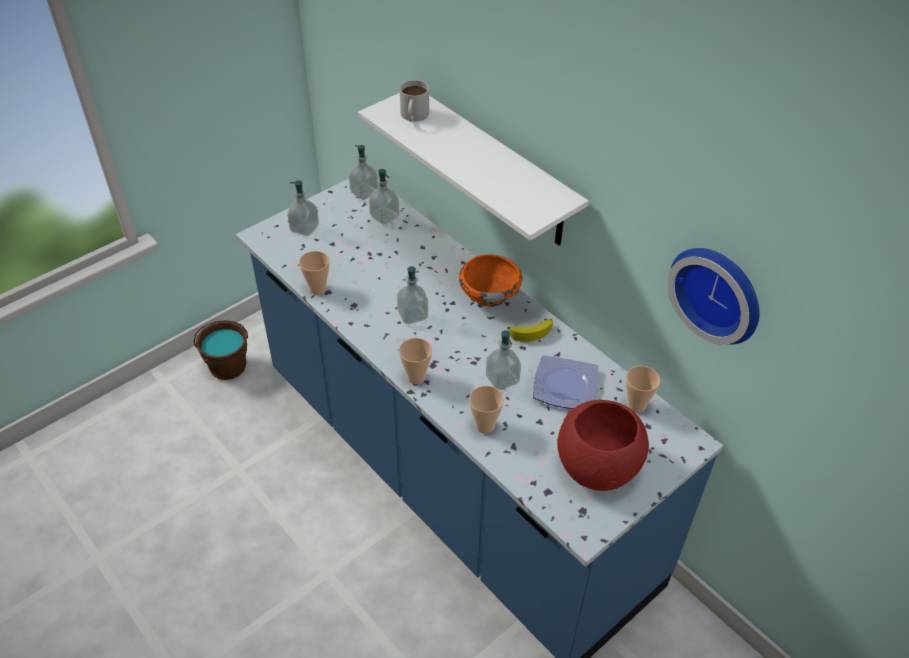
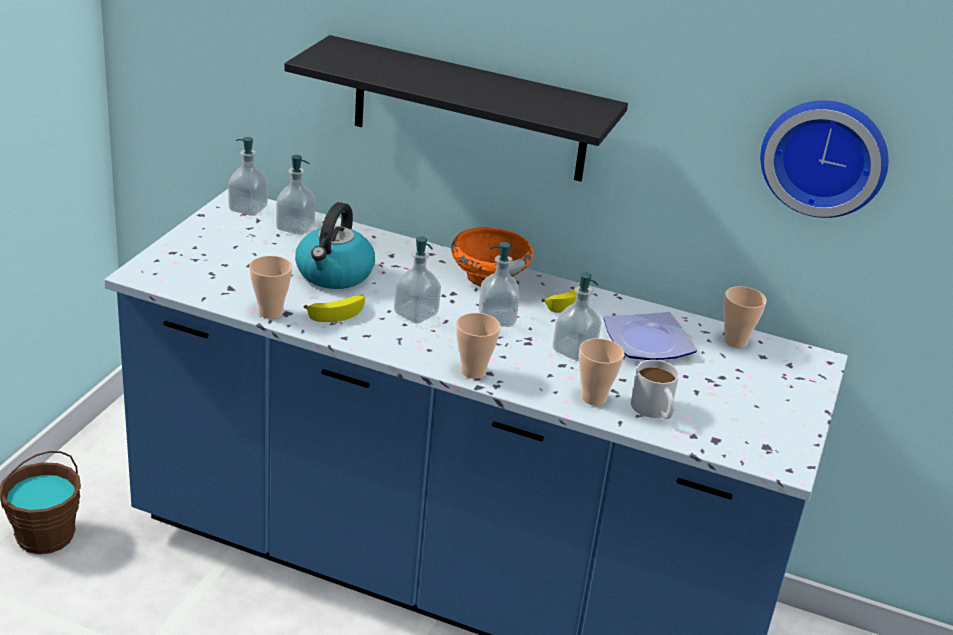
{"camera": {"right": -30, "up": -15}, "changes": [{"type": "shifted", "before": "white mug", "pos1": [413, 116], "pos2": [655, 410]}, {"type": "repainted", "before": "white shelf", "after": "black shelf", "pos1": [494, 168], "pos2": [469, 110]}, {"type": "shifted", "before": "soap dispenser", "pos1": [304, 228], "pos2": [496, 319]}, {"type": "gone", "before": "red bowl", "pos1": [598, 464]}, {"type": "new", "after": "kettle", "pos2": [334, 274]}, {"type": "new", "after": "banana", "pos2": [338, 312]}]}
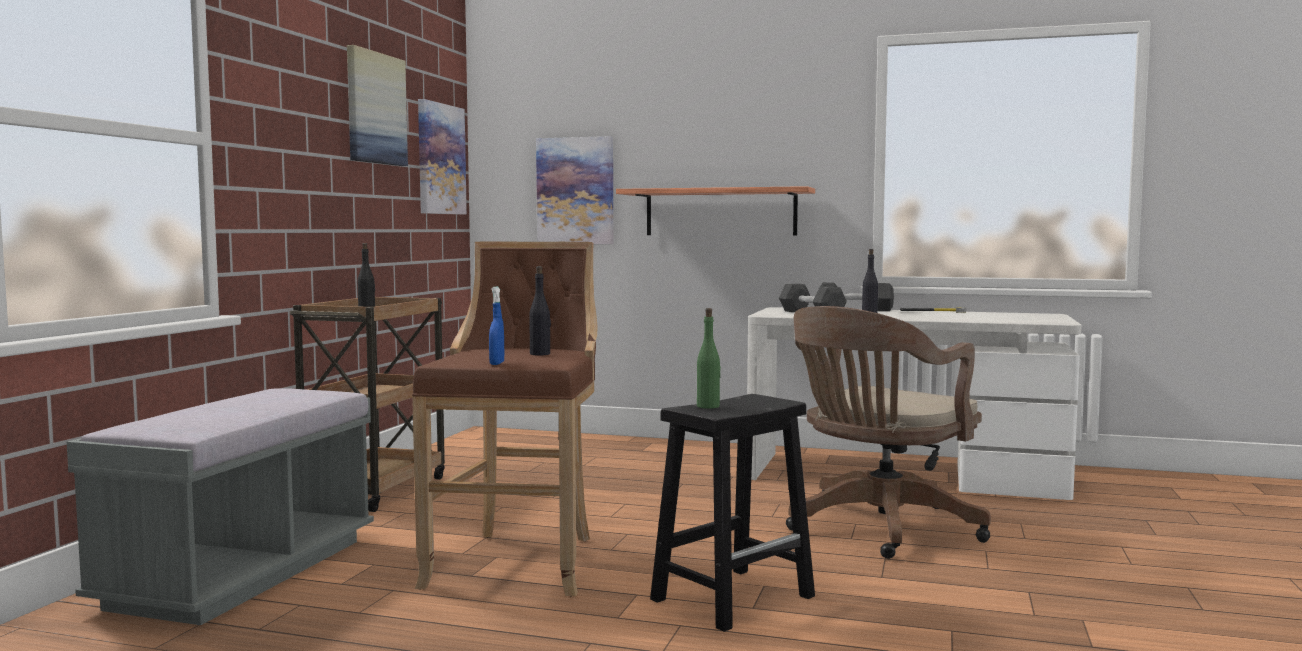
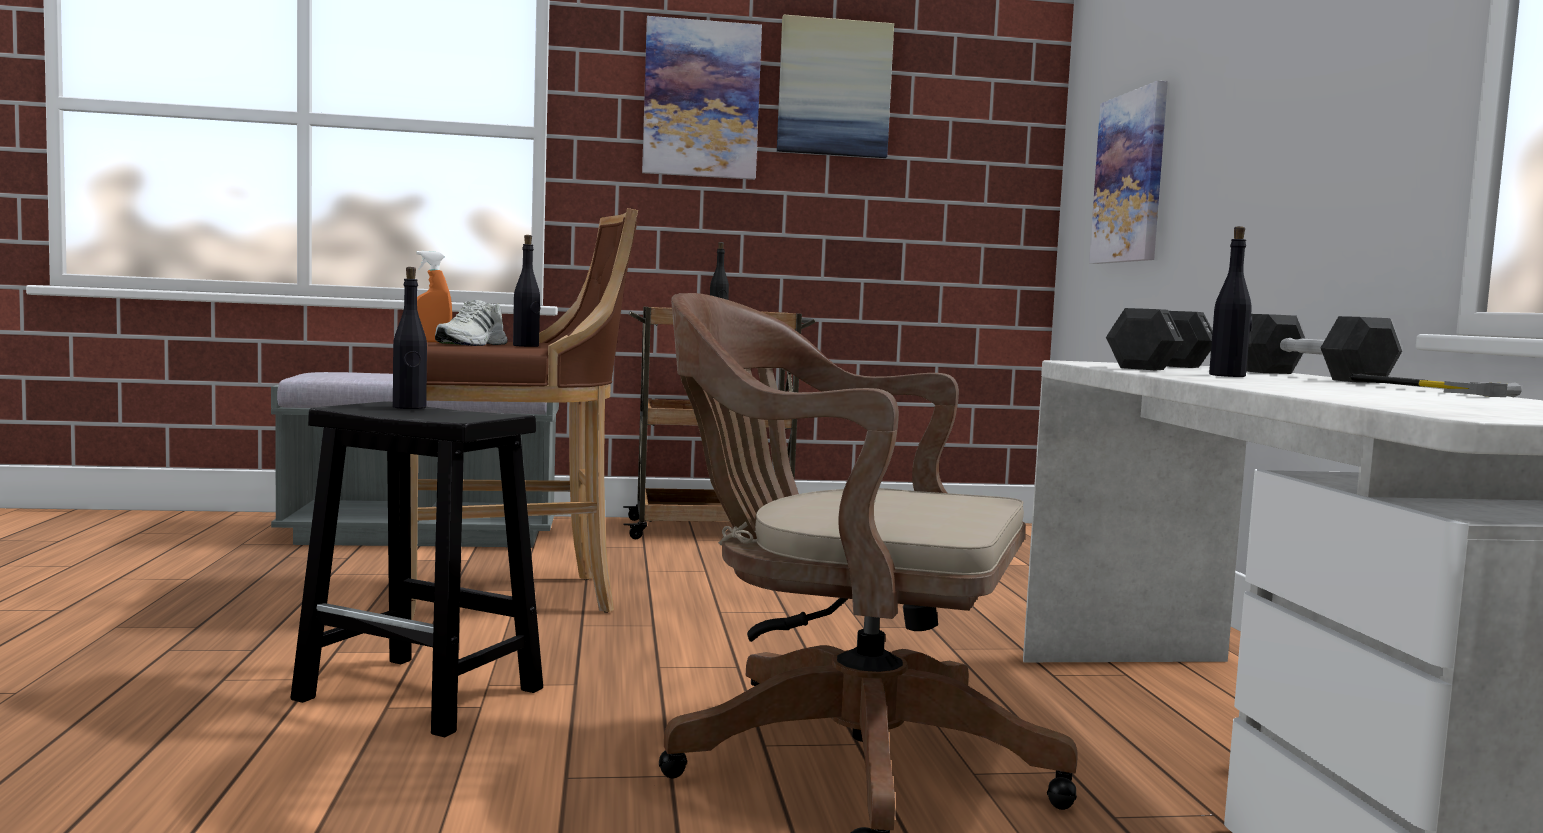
{"camera": {"right": 65, "up": 0}, "changes": [{"type": "shifted", "before": "picture", "pos1": [440, 159], "pos2": [701, 99]}, {"type": "gone", "before": "shelf", "pos1": [720, 212]}, {"type": "repainted", "before": "blue spray bottle", "after": "orange spray bottle", "pos1": [497, 363], "pos2": [431, 342]}, {"type": "repainted", "before": "green bottle", "after": "black bottle", "pos1": [708, 406], "pos2": [409, 407]}, {"type": "new", "after": "white shoe", "pos2": [473, 344]}]}
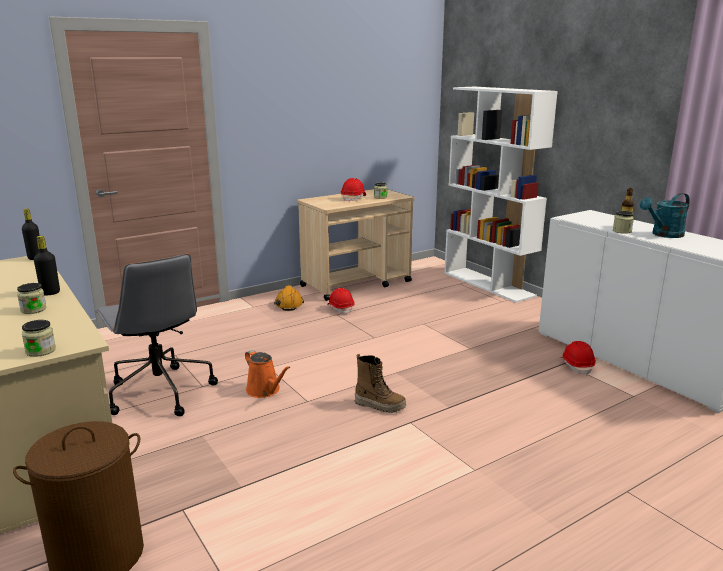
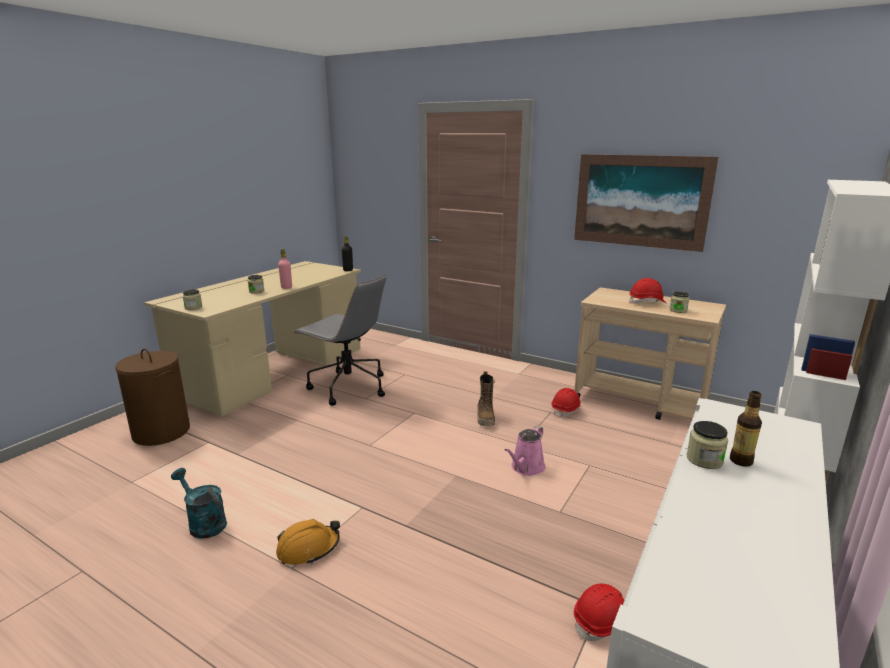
{"camera": {"right": 65, "up": 0}, "changes": [{"type": "shifted", "before": "turquoise watering can", "pos1": [663, 235], "pos2": [203, 523]}, {"type": "repainted", "before": "black bottle", "after": "pink bottle", "pos1": [50, 293], "pos2": [286, 287]}, {"type": "rotated", "before": "grey office chair", "pos1": [159, 392], "pos2": [347, 387], "turn": -90}, {"type": "shifted", "before": "orange hard hat", "pos1": [289, 304], "pos2": [308, 548]}, {"type": "gone", "before": "orange watering can", "pos1": [265, 390]}, {"type": "shifted", "before": "boot", "pos1": [380, 405], "pos2": [485, 418]}, {"type": "new", "after": "picture", "pos2": [640, 201]}, {"type": "new", "after": "pink watering can", "pos2": [526, 468]}]}
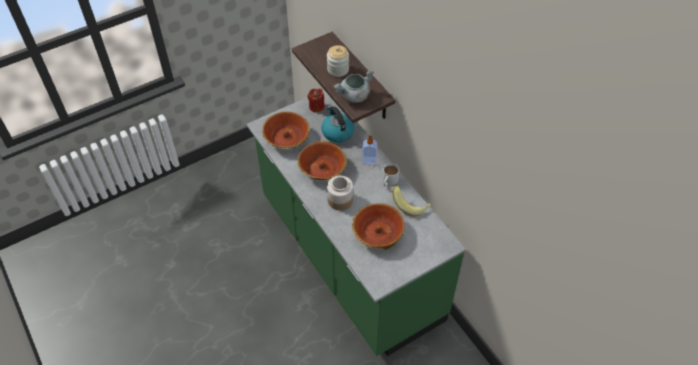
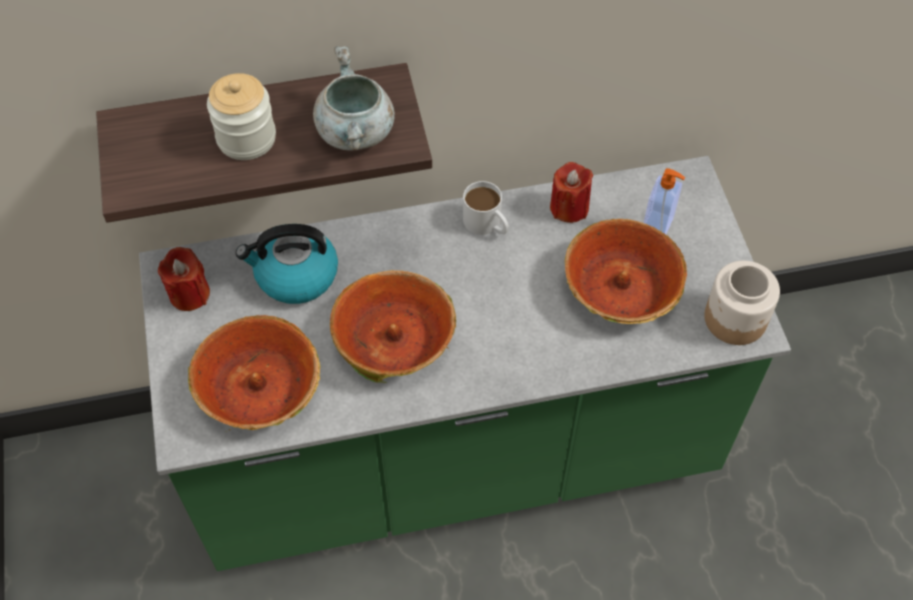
{"camera": {"right": -70, "up": 5}, "changes": [{"type": "shifted", "before": "soap dispenser", "pos1": [369, 160], "pos2": [658, 226]}, {"type": "shifted", "before": "jar", "pos1": [340, 200], "pos2": [736, 319]}, {"type": "swapped", "before": "banana", "after": "red candle", "pos1": [410, 206], "pos2": [569, 207]}]}
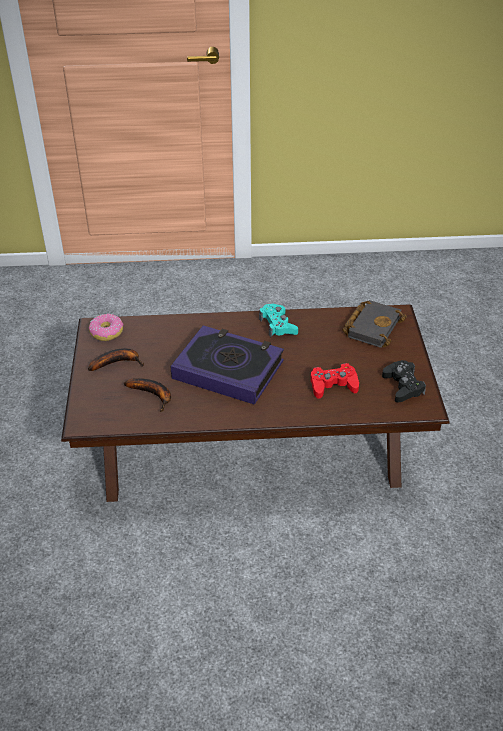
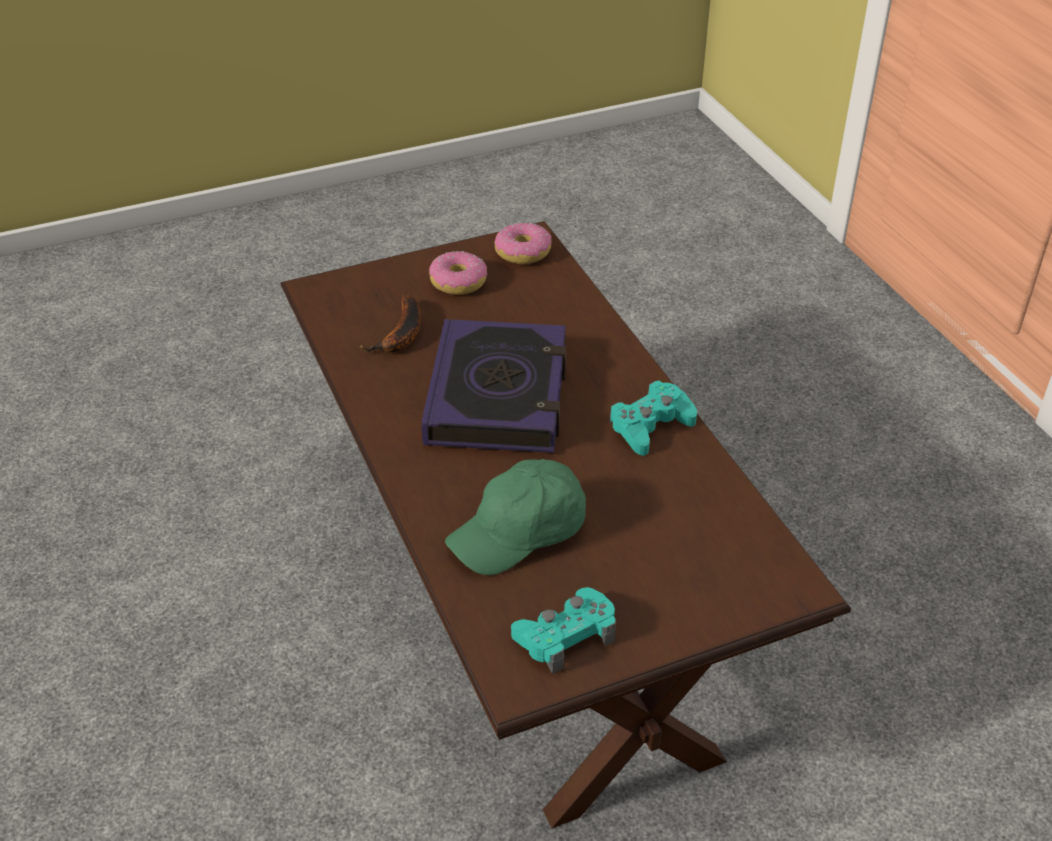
{"camera": {"right": 70, "up": 0}, "changes": [{"type": "gone", "before": "black book", "pos1": [372, 326]}, {"type": "swapped", "before": "banana", "after": "donut", "pos1": [118, 362], "pos2": [459, 282]}, {"type": "repainted", "before": "black game controller", "after": "turquoise game controller", "pos1": [403, 386], "pos2": [565, 636]}, {"type": "swapped", "before": "red game controller", "after": "green cap", "pos1": [333, 385], "pos2": [520, 533]}]}
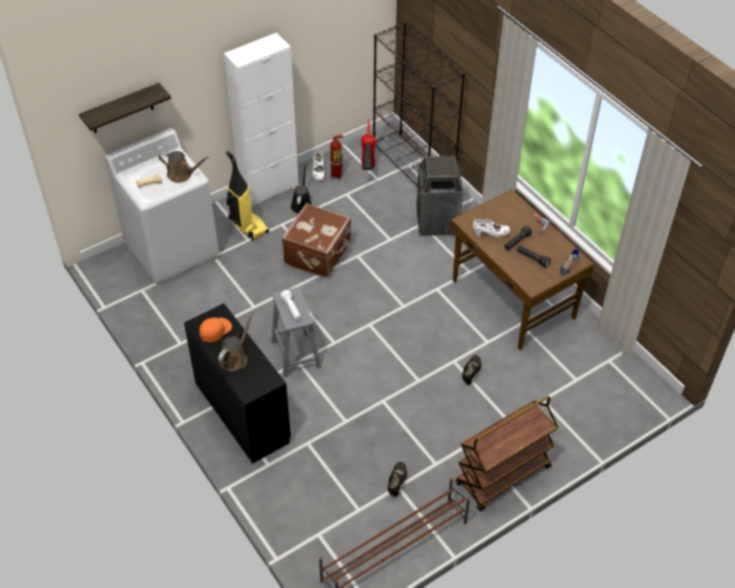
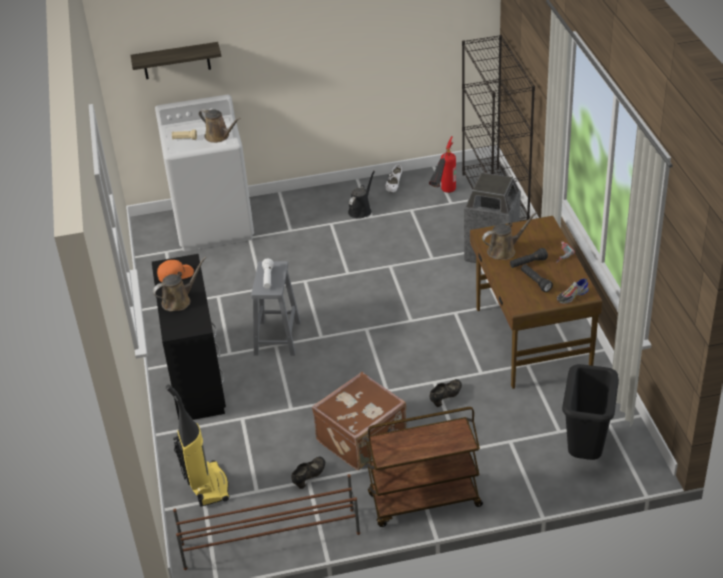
{"camera": {"right": 25, "up": -10}, "changes": [{"type": "gone", "before": "white cabinet", "pos1": [269, 188]}, {"type": "gone", "before": "fire extinguisher", "pos1": [336, 175]}, {"type": "shifted", "before": "vacuum cleaner", "pos1": [247, 226], "pos2": [207, 485]}, {"type": "shifted", "before": "brown suitcase", "pos1": [319, 254], "pos2": [363, 439]}, {"type": "swapped", "before": "white shoe", "after": "brown watering can", "pos1": [490, 234], "pos2": [504, 250]}, {"type": "new", "after": "black trash can", "pos2": [585, 452]}]}
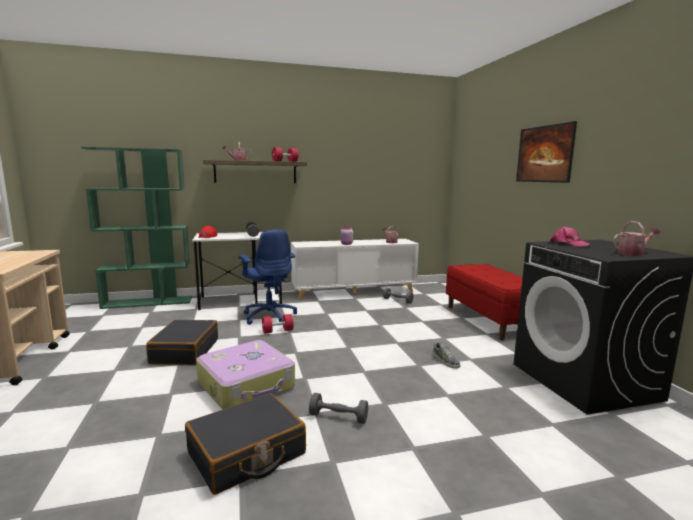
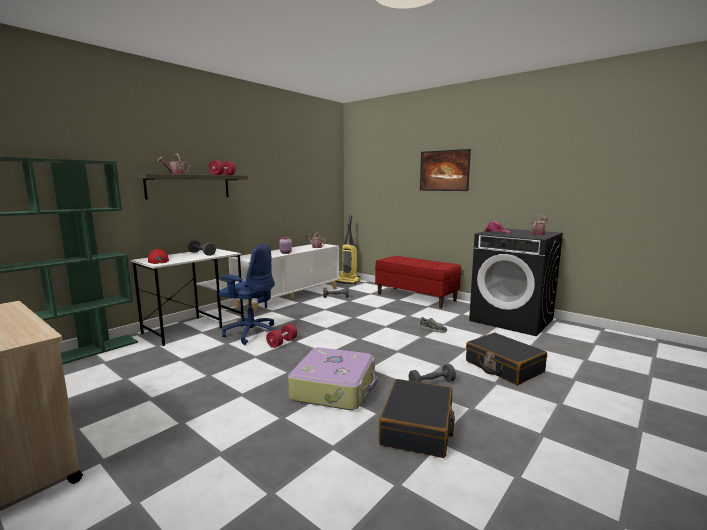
{"camera": {"right": -35, "up": 0}, "changes": [{"type": "shifted", "before": "black suitcase", "pos1": [185, 351], "pos2": [503, 367]}, {"type": "new", "after": "vacuum cleaner", "pos2": [347, 281]}]}
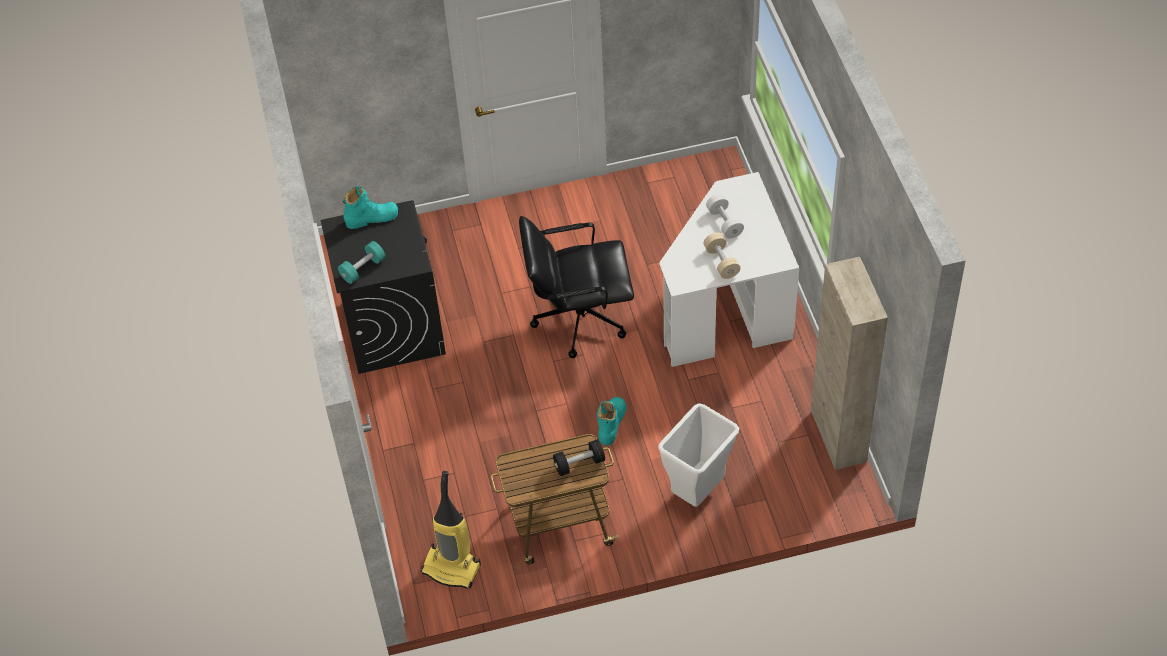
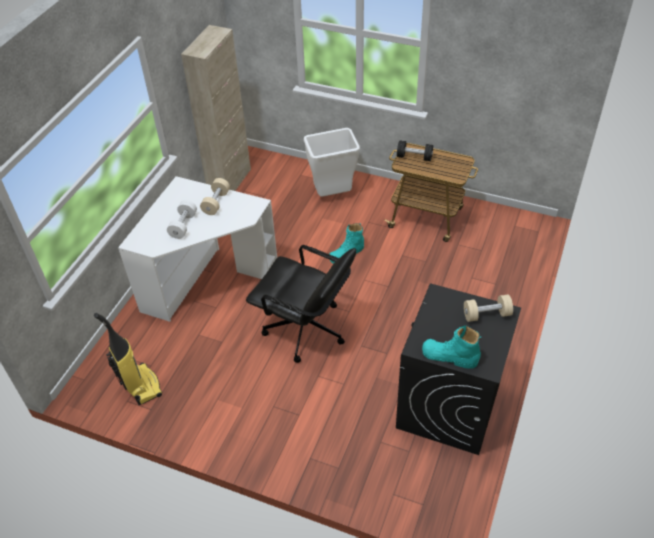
{"camera": {"right": -145, "up": -5}, "changes": [{"type": "repainted", "before": "turquoise dumbbell", "after": "beige dumbbell", "pos1": [363, 269], "pos2": [486, 314]}, {"type": "shifted", "before": "vacuum cleaner", "pos1": [452, 568], "pos2": [140, 385]}]}
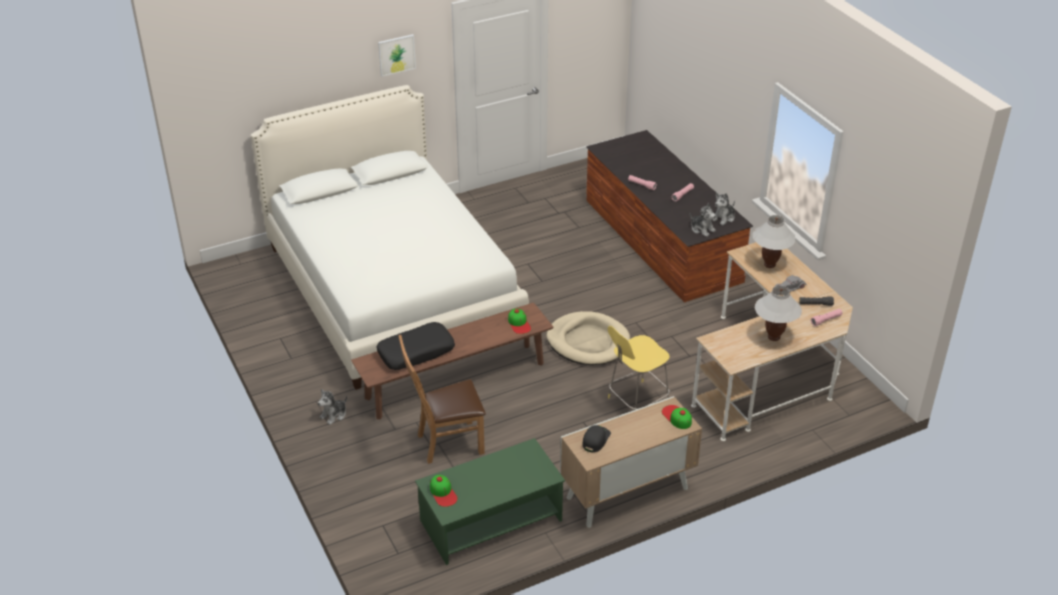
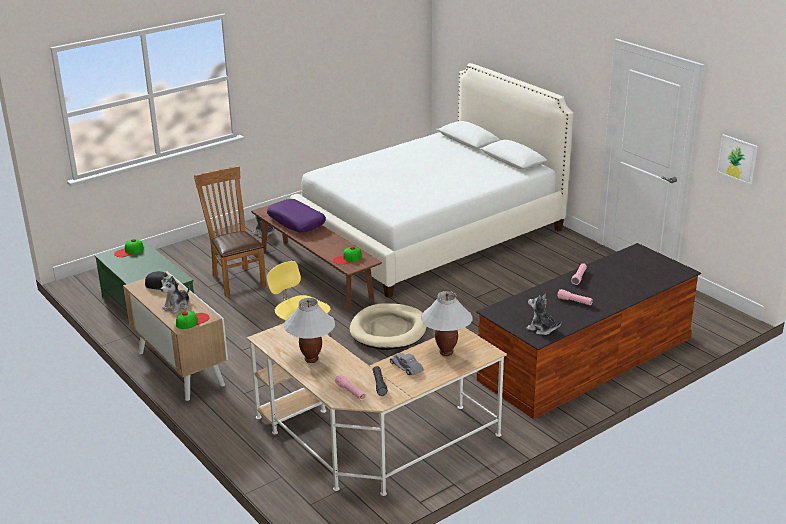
{"camera": {"right": 80, "up": -10}, "changes": [{"type": "shifted", "before": "picture", "pos1": [396, 55], "pos2": [737, 158]}, {"type": "shifted", "before": "plush toy", "pos1": [702, 229], "pos2": [177, 306]}, {"type": "repainted", "before": "black pillow", "after": "purple pillow", "pos1": [416, 352], "pos2": [297, 222]}]}
